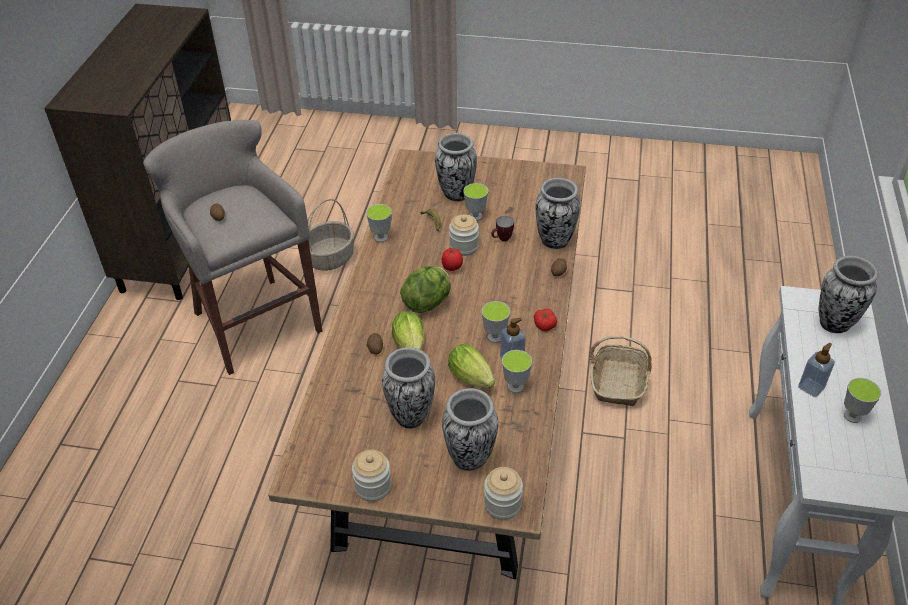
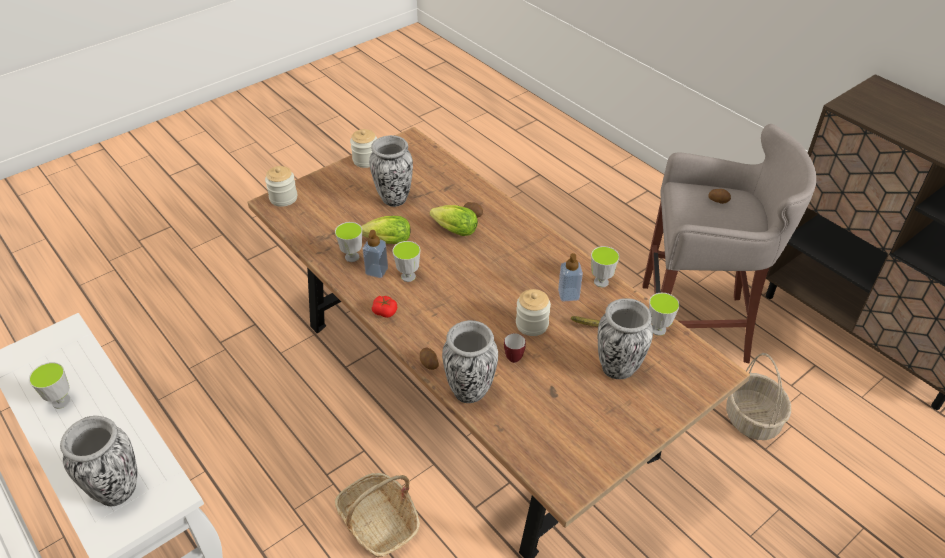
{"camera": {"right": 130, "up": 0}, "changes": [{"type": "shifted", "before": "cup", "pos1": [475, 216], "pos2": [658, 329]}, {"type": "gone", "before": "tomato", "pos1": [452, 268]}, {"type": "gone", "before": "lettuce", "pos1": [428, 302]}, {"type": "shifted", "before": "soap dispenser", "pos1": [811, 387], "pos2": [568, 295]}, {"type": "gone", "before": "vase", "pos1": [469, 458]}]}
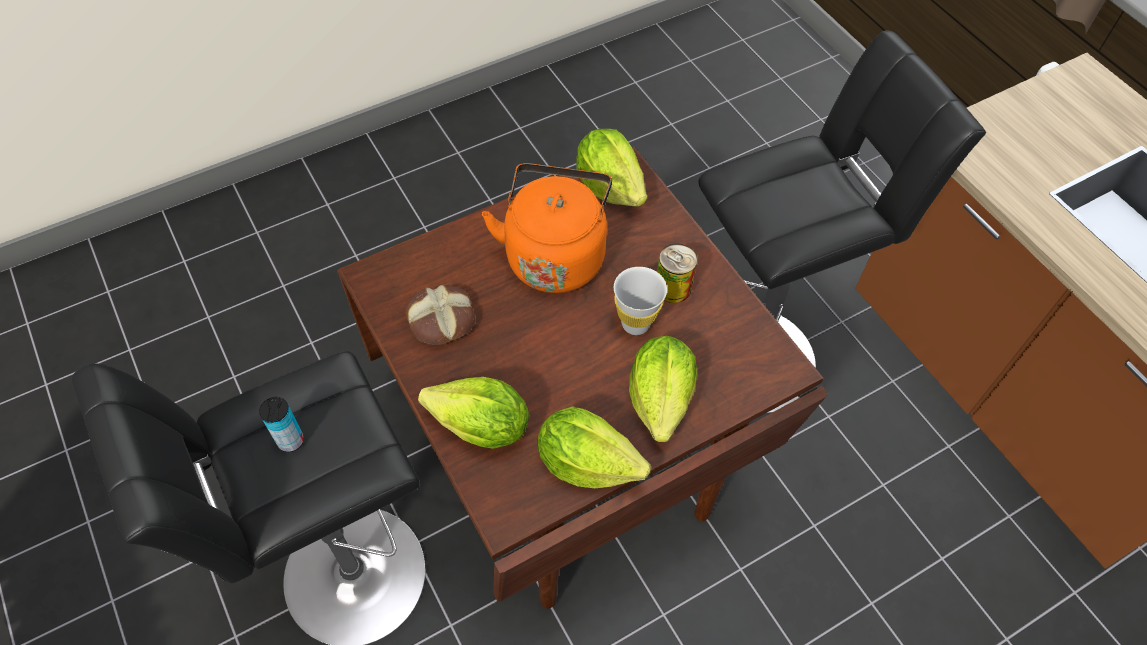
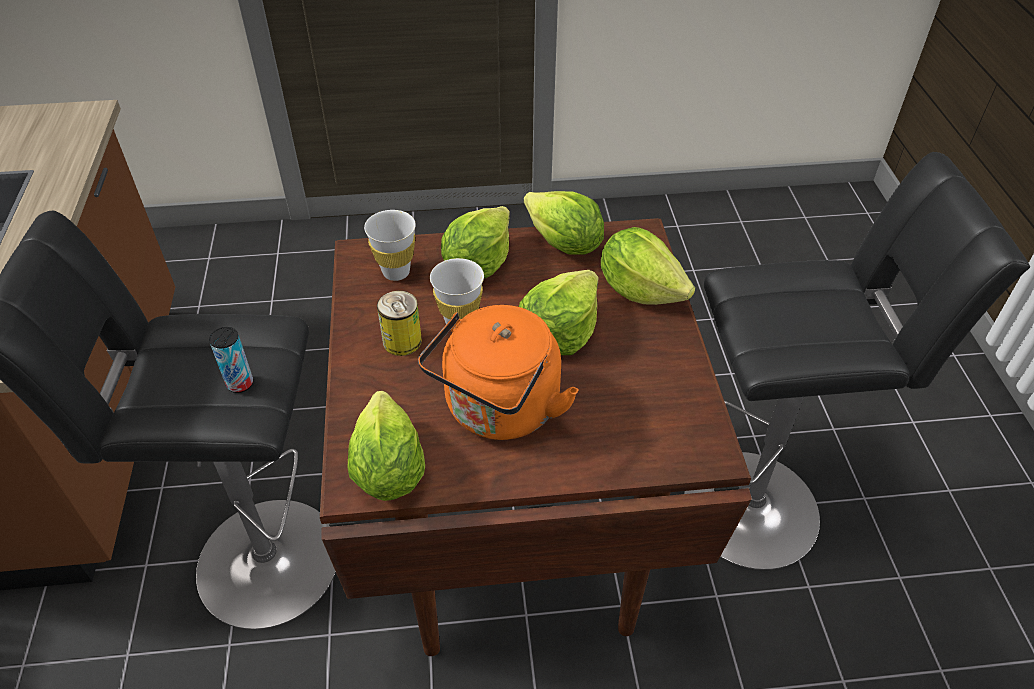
{"camera": {"right": -155, "up": -10}, "changes": [{"type": "gone", "before": "bread", "pos1": [441, 320]}, {"type": "shifted", "before": "can", "pos1": [290, 441], "pos2": [240, 384]}, {"type": "new", "after": "white cup", "pos2": [396, 272]}, {"type": "new", "after": "lettuce", "pos2": [560, 330]}]}
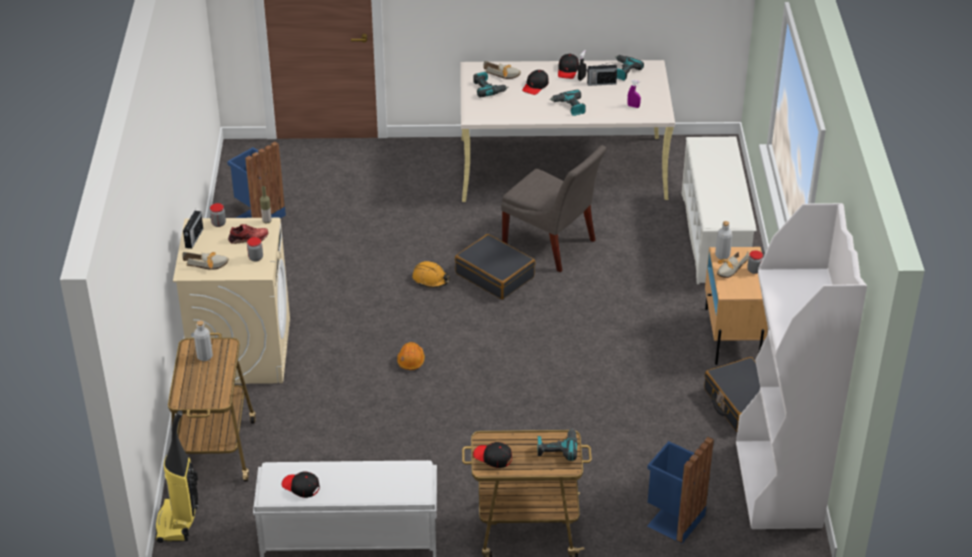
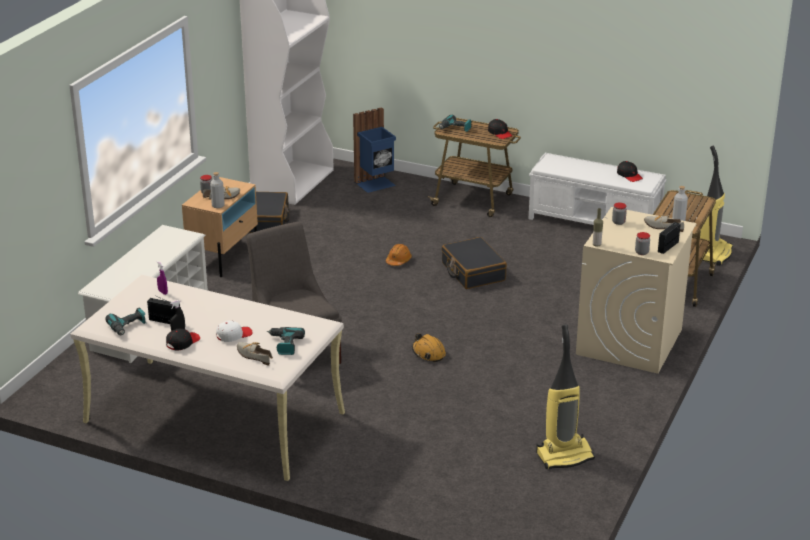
{"camera": {"right": -155, "up": -10}, "changes": [{"type": "repainted", "before": "black cap", "after": "white cap", "pos1": [535, 86], "pos2": [233, 335]}, {"type": "gone", "before": "power drill", "pos1": [569, 107]}, {"type": "swapped", "before": "blue trash can", "after": "vacuum cleaner", "pos1": [258, 216], "pos2": [564, 455]}, {"type": "gone", "before": "red shoe", "pos1": [248, 238]}, {"type": "shifted", "before": "black suitcase", "pos1": [495, 275], "pos2": [473, 272]}, {"type": "shifted", "before": "orange hard hat", "pos1": [411, 360], "pos2": [398, 261]}]}
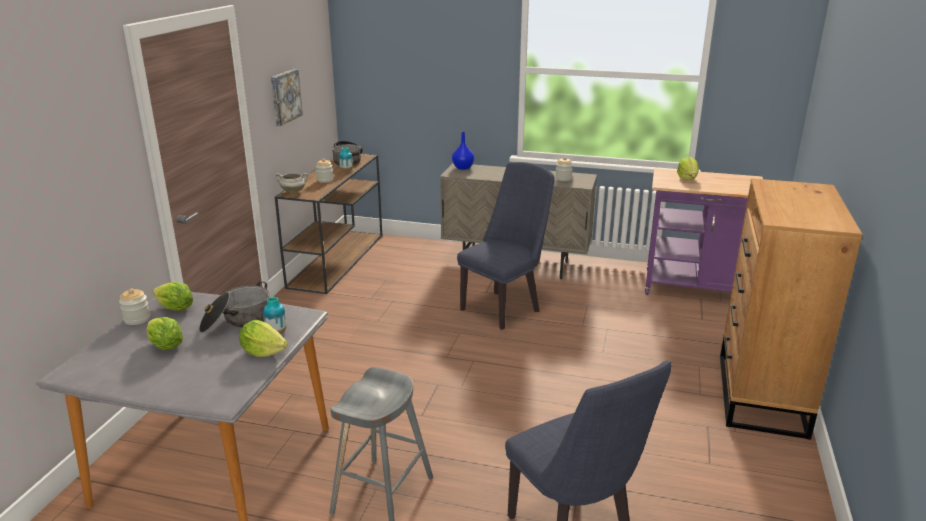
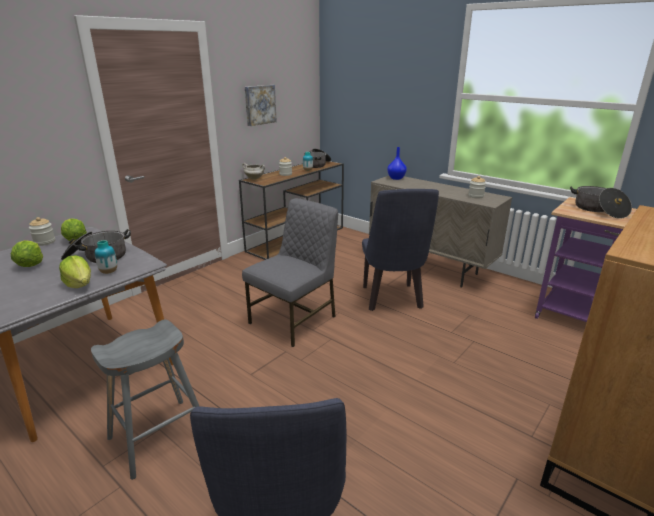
{"camera": {"right": 25, "up": 0}, "changes": [{"type": "swapped", "before": "lettuce", "after": "cooking pot", "pos1": [687, 179], "pos2": [598, 210]}, {"type": "rotated", "before": "blue chair", "pos1": [504, 307], "pos2": [392, 300], "turn": 105}, {"type": "new", "after": "grey chair", "pos2": [295, 319]}]}
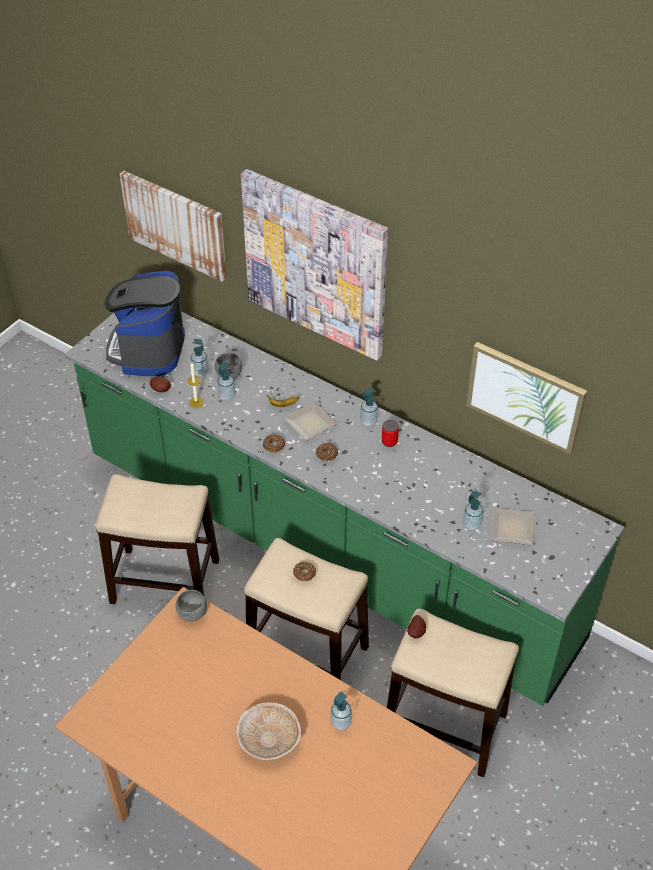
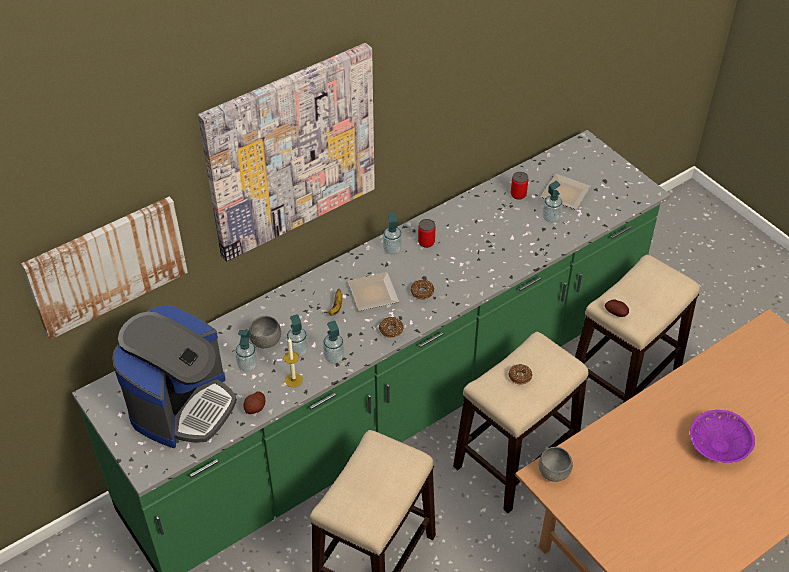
{"camera": {"right": -70, "up": 0}, "changes": [{"type": "rotated", "before": "coffee machine", "pos1": [148, 349], "pos2": [182, 405], "turn": -90}, {"type": "gone", "before": "picture", "pos1": [525, 396]}, {"type": "shifted", "before": "soap dispenser", "pos1": [341, 722], "pos2": [334, 357]}, {"type": "repainted", "before": "beige bowl", "after": "purple bowl", "pos1": [268, 738], "pos2": [717, 446]}, {"type": "new", "after": "can", "pos2": [518, 194]}]}
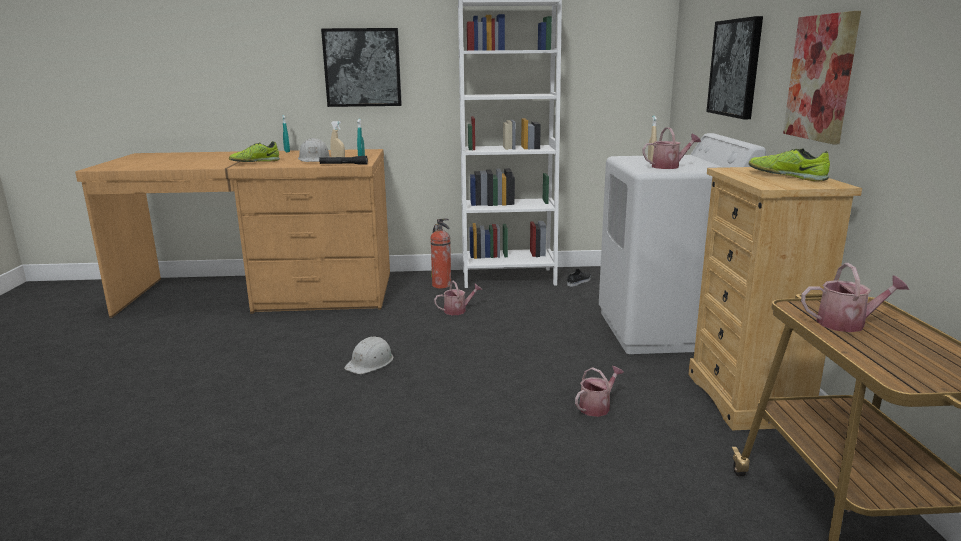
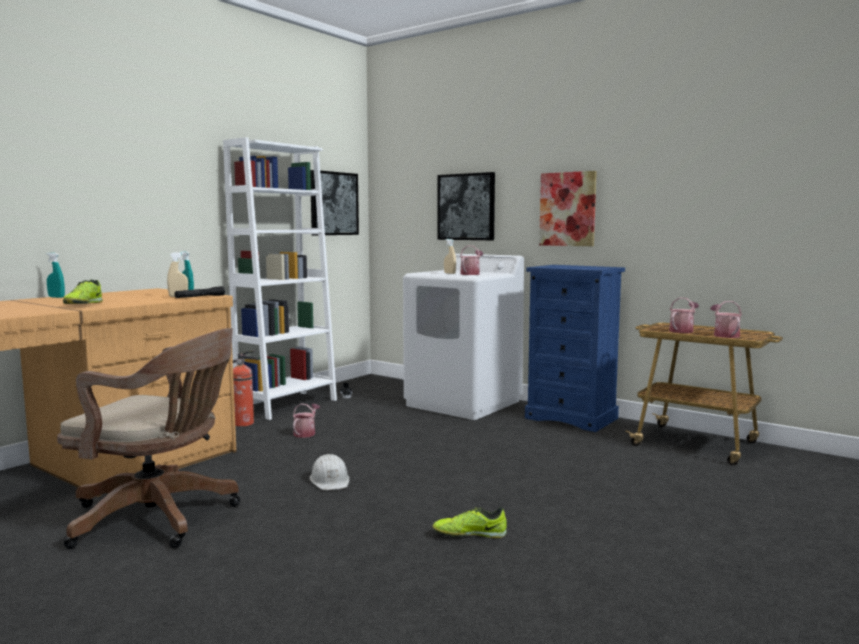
{"camera": {"right": -50, "up": -10}, "changes": [{"type": "shifted", "before": "picture", "pos1": [362, 67], "pos2": [333, 203]}, {"type": "gone", "before": "white hard hat", "pos1": [314, 159]}, {"type": "shifted", "before": "shoe", "pos1": [786, 176], "pos2": [469, 534]}, {"type": "repainted", "before": "beige dresser", "after": "blue dresser", "pos1": [749, 398], "pos2": [572, 418]}, {"type": "shifted", "before": "watering can", "pos1": [597, 407], "pos2": [724, 335]}, {"type": "new", "after": "brown office chair", "pos2": [160, 518]}]}
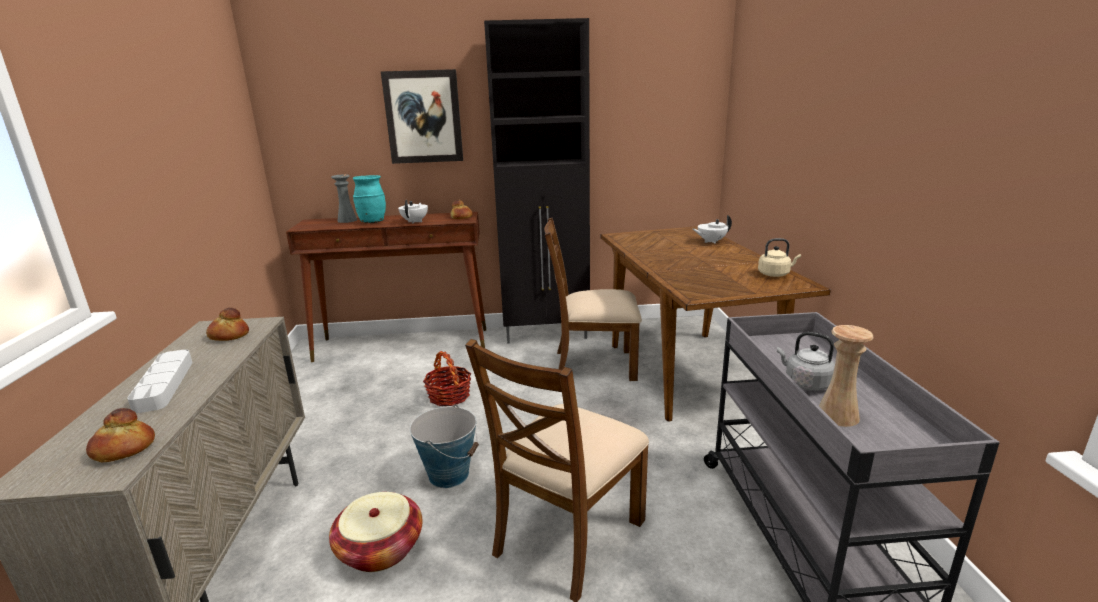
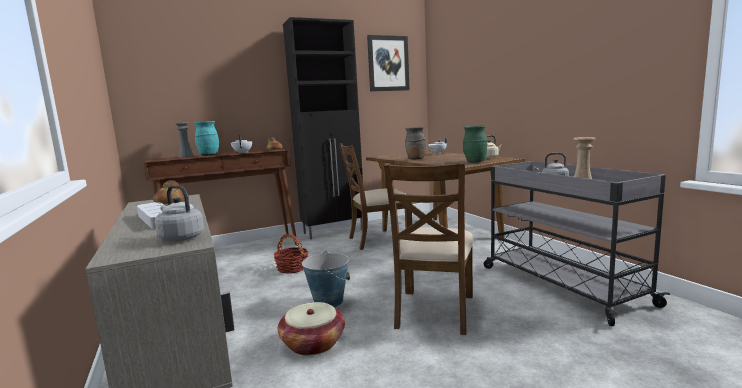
{"camera": {"right": -20, "up": -10}, "changes": [{"type": "shifted", "before": "picture", "pos1": [423, 117], "pos2": [388, 63]}, {"type": "swapped", "before": "bread", "after": "grey kettle", "pos1": [123, 449], "pos2": [180, 238]}, {"type": "new", "after": "green vase", "pos2": [475, 162]}, {"type": "new", "after": "brown vase", "pos2": [415, 159]}]}
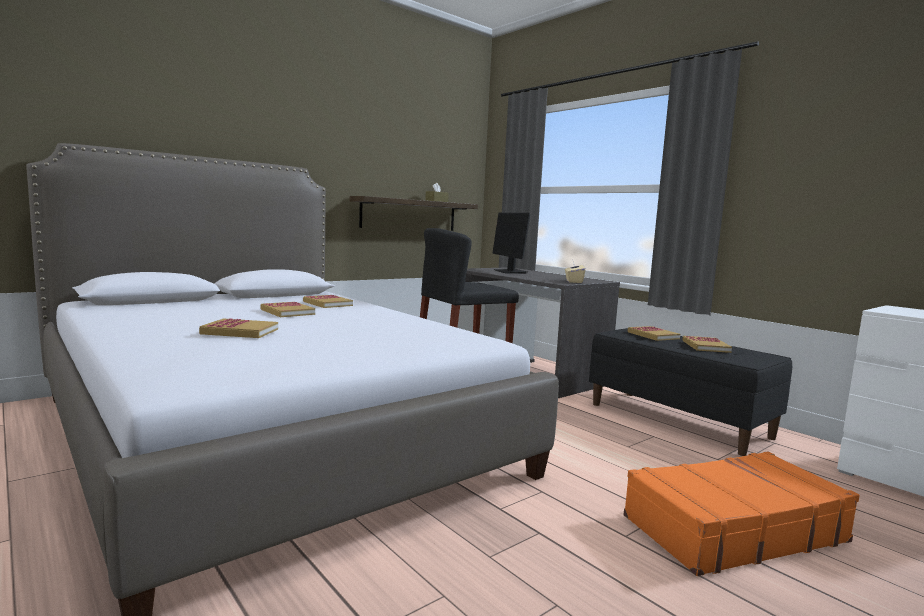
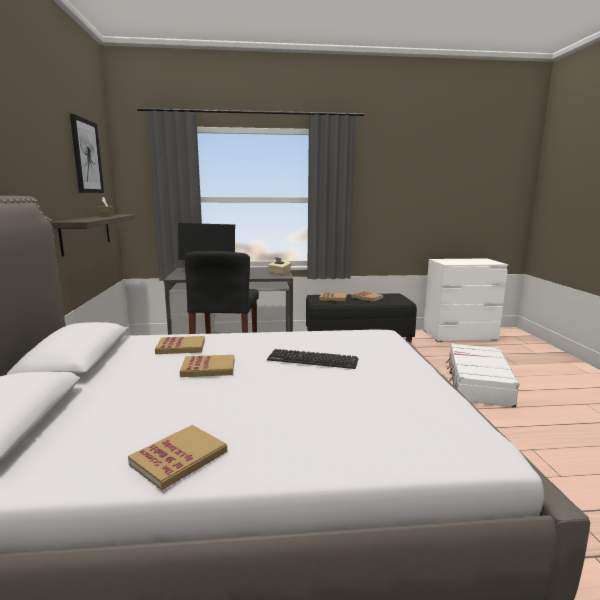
{"camera": {"right": -55, "up": 5}, "changes": [{"type": "shifted", "before": "book", "pos1": [240, 331], "pos2": [179, 458]}, {"type": "repainted", "before": "orange suitcase", "after": "white suitcase", "pos1": [732, 528], "pos2": [477, 383]}, {"type": "new", "after": "picture", "pos2": [86, 156]}, {"type": "new", "after": "keyboard", "pos2": [312, 360]}]}
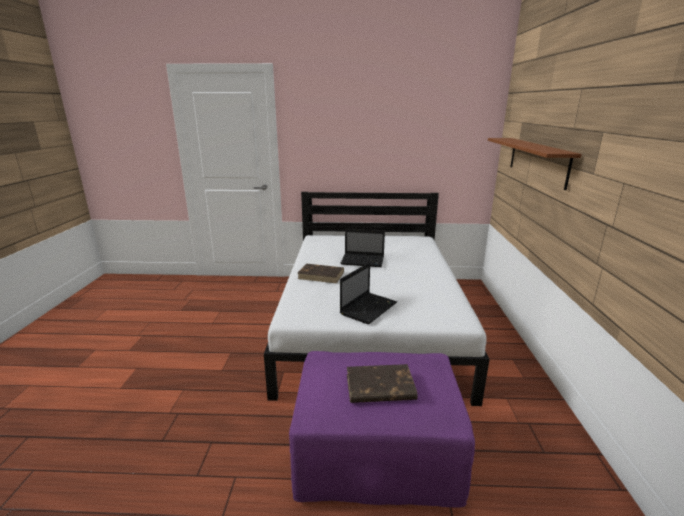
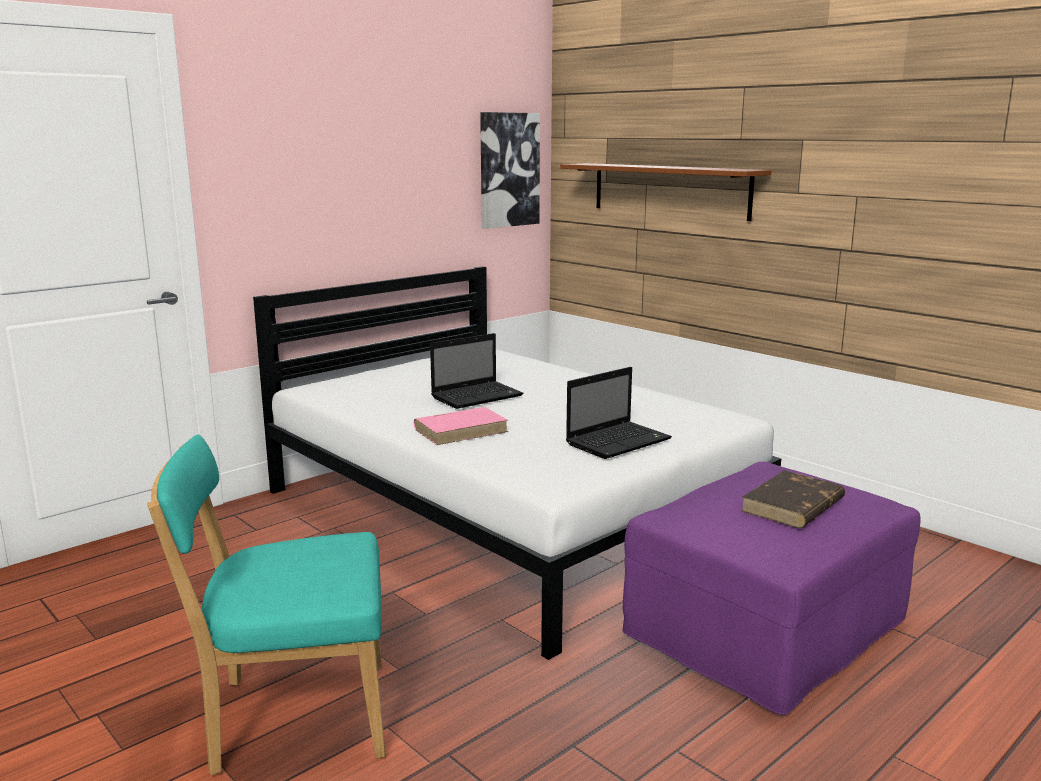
{"camera": {"right": -45, "up": -5}, "changes": [{"type": "rotated", "before": "laptop", "pos1": [369, 308], "pos2": [619, 441], "turn": 60}, {"type": "repainted", "before": "brown book", "after": "pink book", "pos1": [321, 275], "pos2": [461, 430]}, {"type": "new", "after": "picture", "pos2": [508, 170]}, {"type": "new", "after": "turquoise chair", "pos2": [291, 718]}]}
